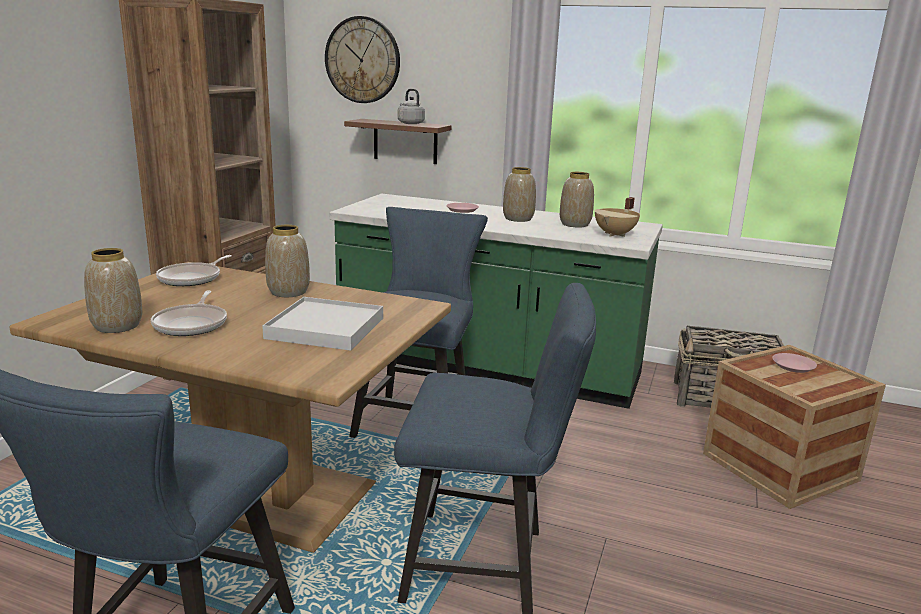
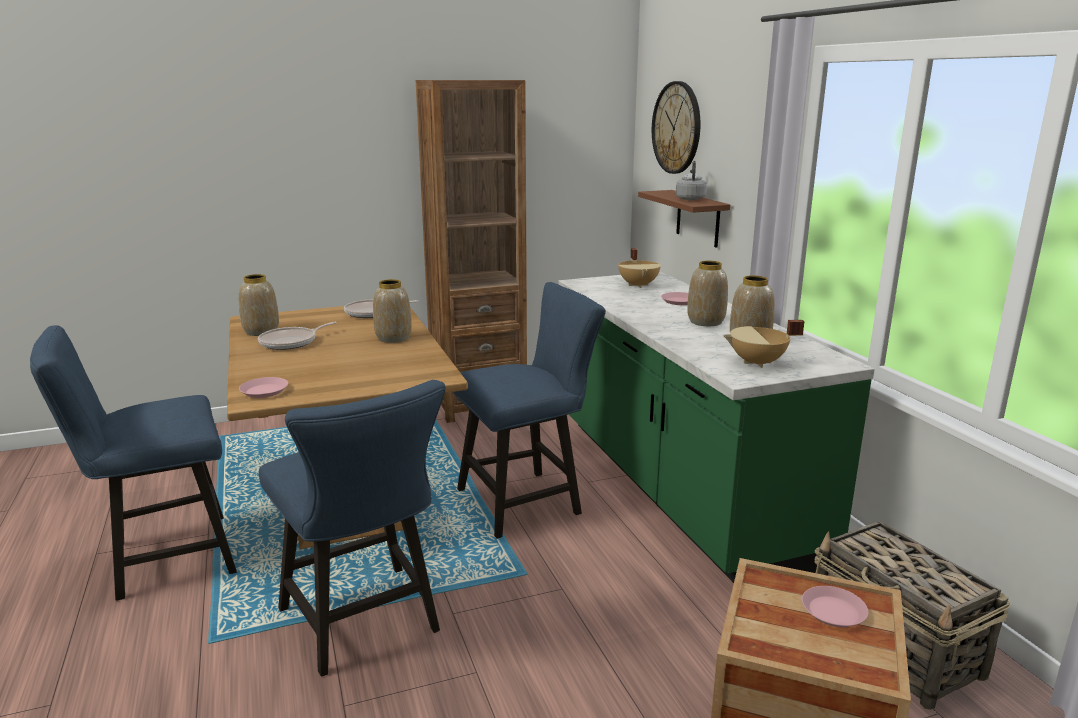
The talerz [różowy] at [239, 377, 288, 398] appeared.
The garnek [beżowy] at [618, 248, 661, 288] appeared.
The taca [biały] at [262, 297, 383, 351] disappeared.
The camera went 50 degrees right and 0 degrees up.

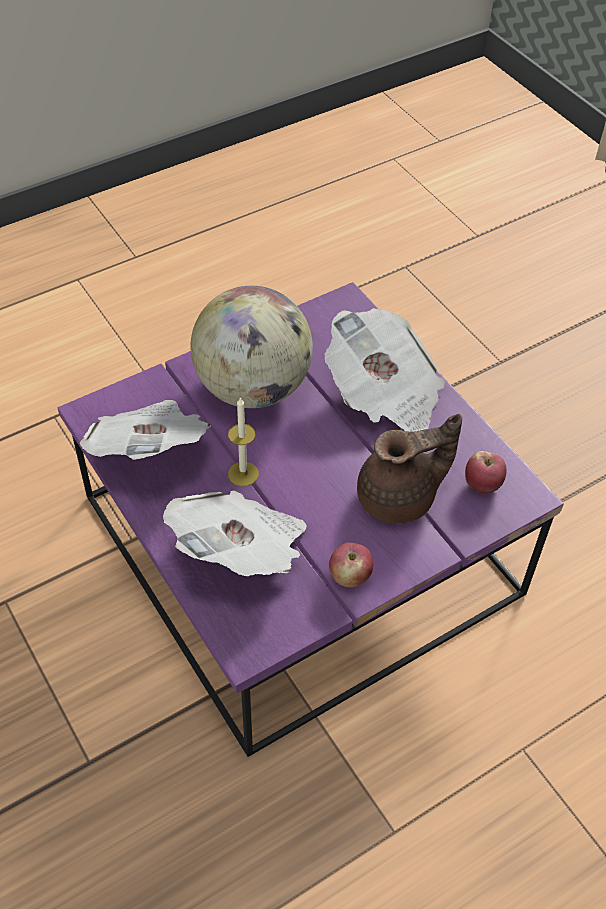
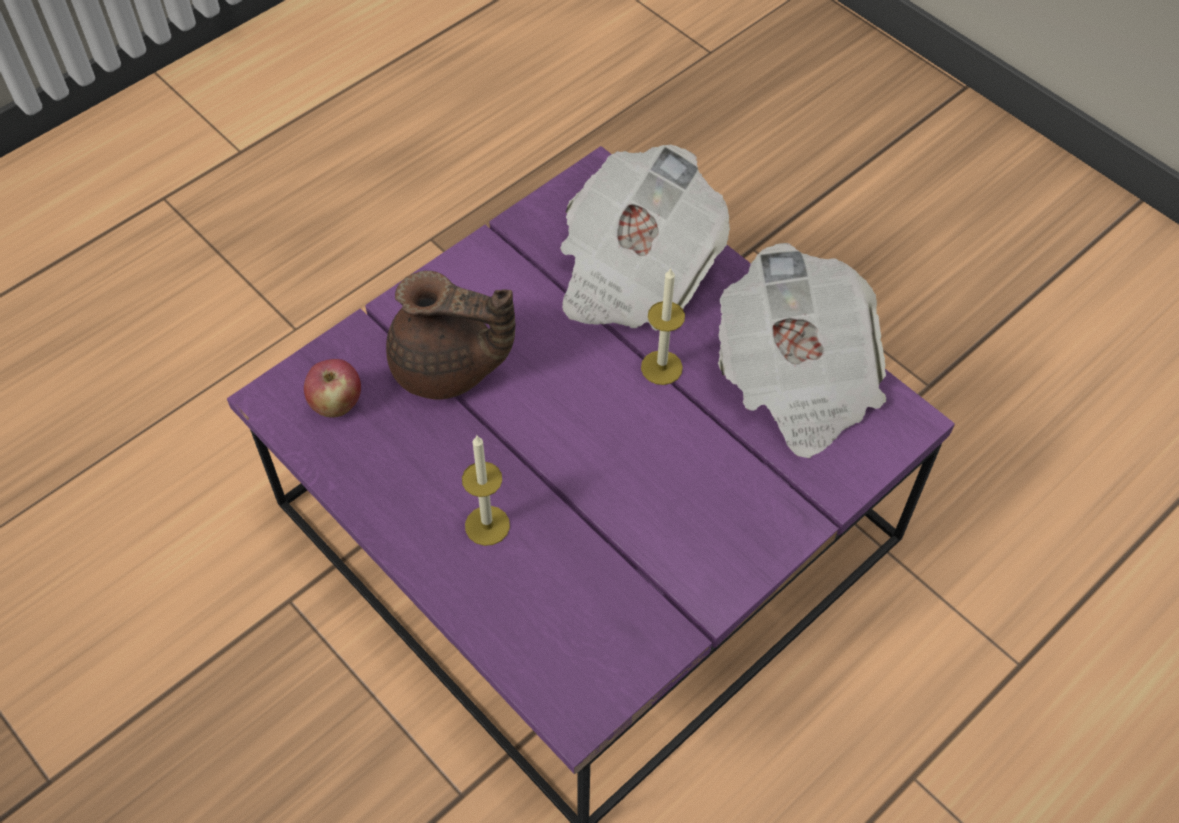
The imbryk [brązowy] at [357, 414, 462, 524] turned 135 degrees counterclockwise.
The gazeta at [324, 308, 445, 432] was replaced by the świeca at [462, 436, 510, 546].
The globus at [191, 286, 313, 408] disappeared.
The jabłko at [329, 542, 373, 587] disappeared.
The camera went 170 degrees right and 5 degrees up.

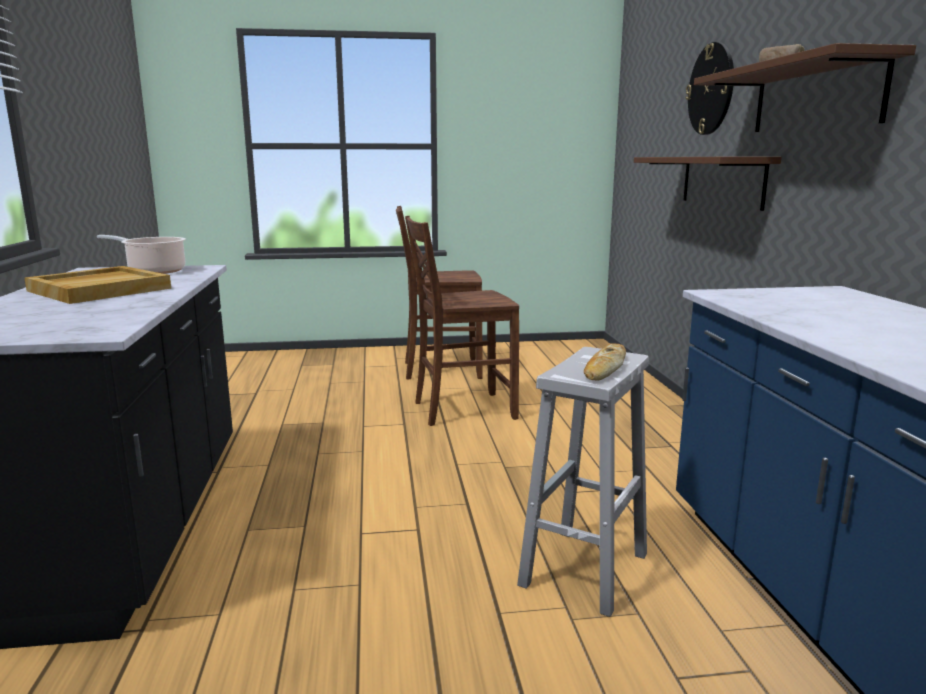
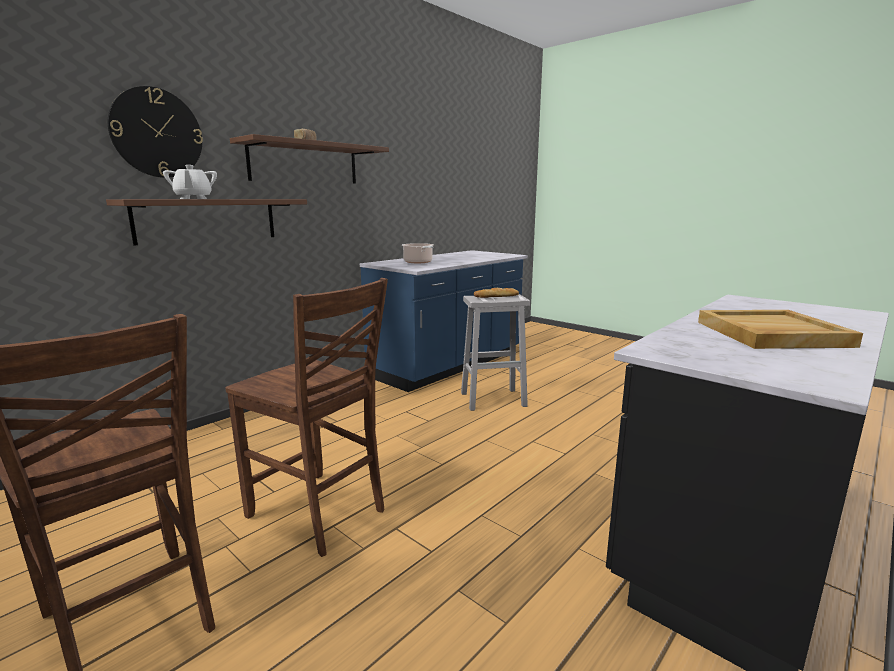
The imbryk [biały] at [163, 165, 217, 199] appeared.
The garnek moved from [97, 235, 186, 274] to [402, 243, 433, 263].
The camera went 130 degrees left and 0 degrees up.

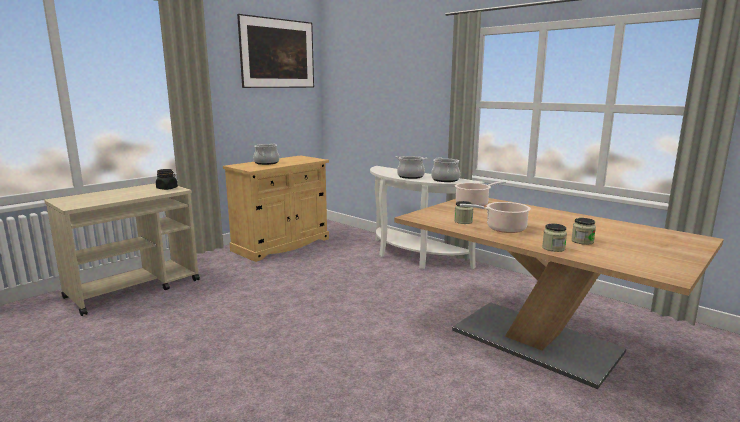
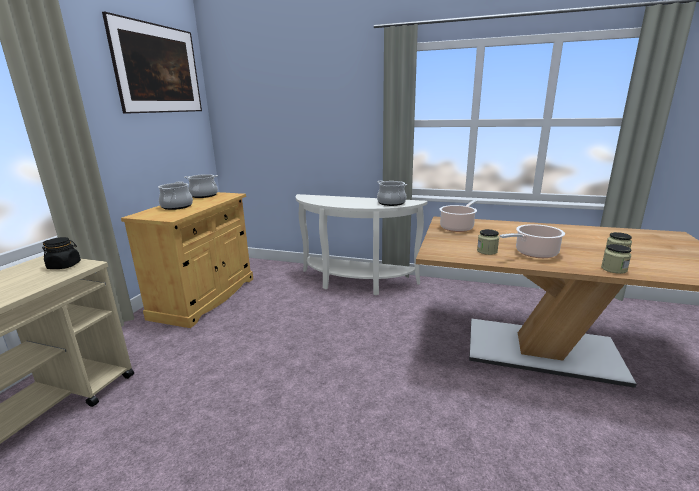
The garnek moved from [396, 156, 427, 179] to [184, 174, 218, 198].
The camera went 25 degrees left and 5 degrees up.

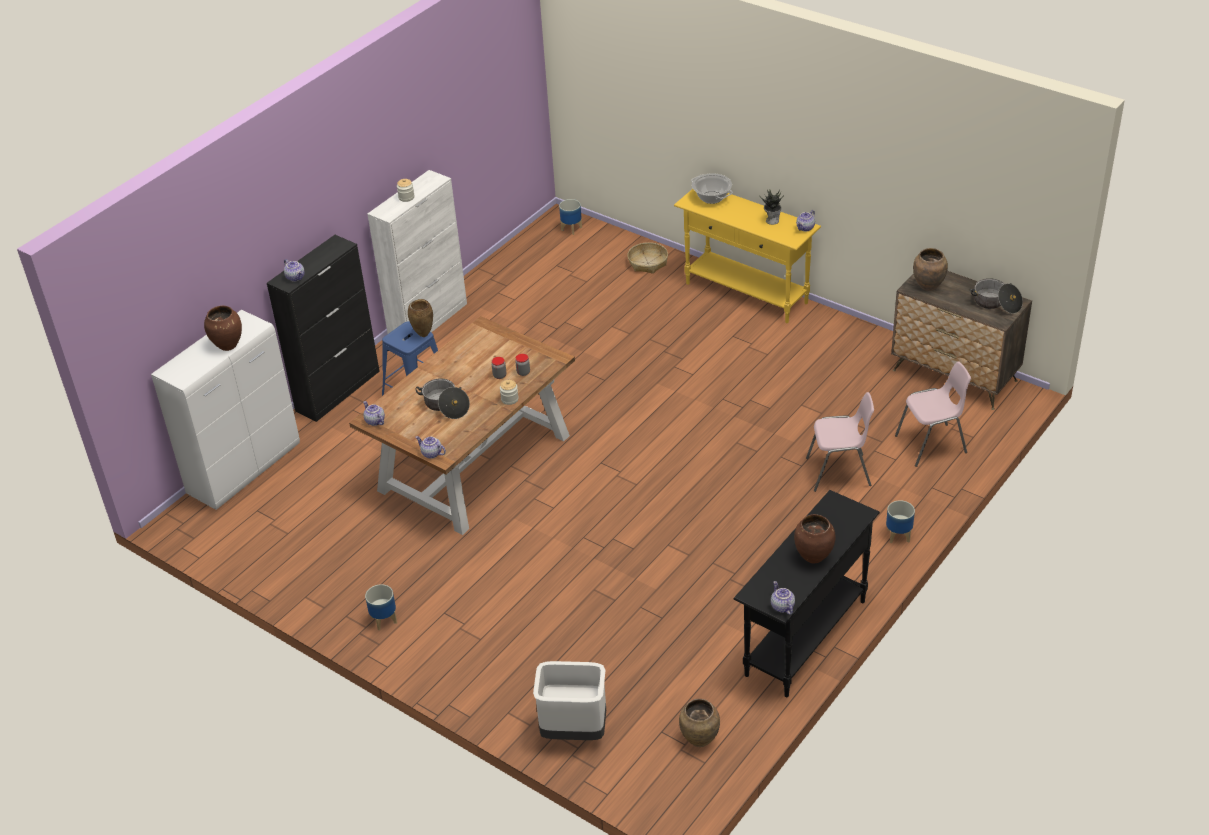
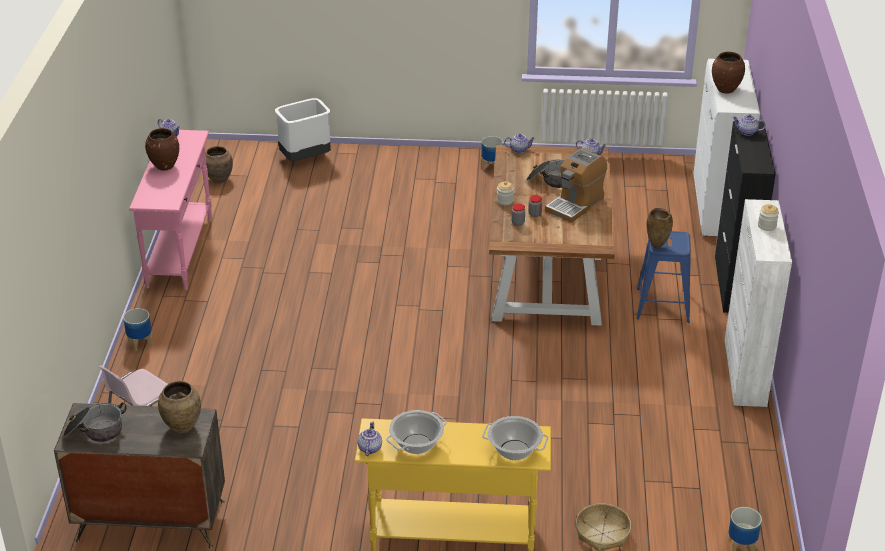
The stolik konsolowy [czarny] at [733, 490, 880, 697] became the stolik konsolowy [różowy] at [129, 130, 212, 290].
The roślina doniczkowa at [759, 190, 784, 225] was replaced by the garnek at [386, 410, 447, 454].
The ekspres do kawy at [545, 148, 607, 223] appeared.
The krzesło [różowy] at [806, 392, 874, 492] disappeared.
The camera went 145 degrees right and 5 degrees down.

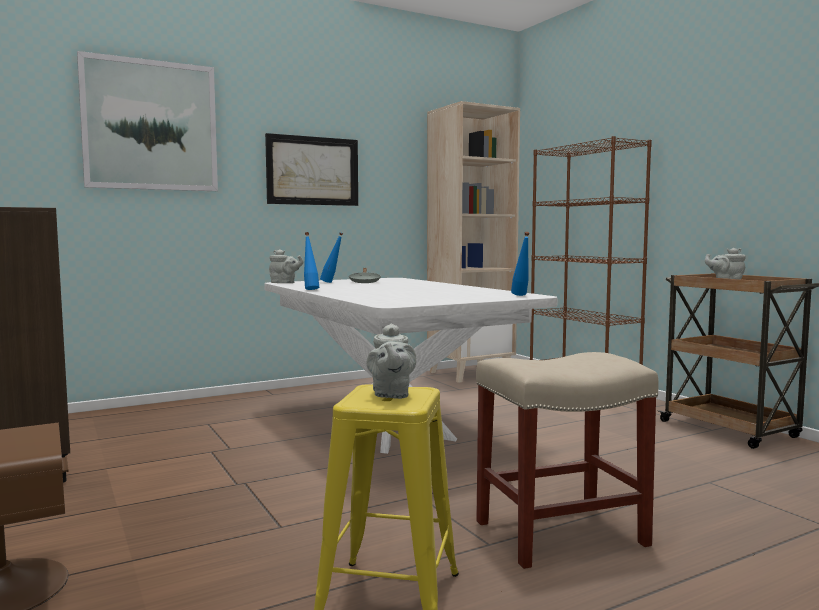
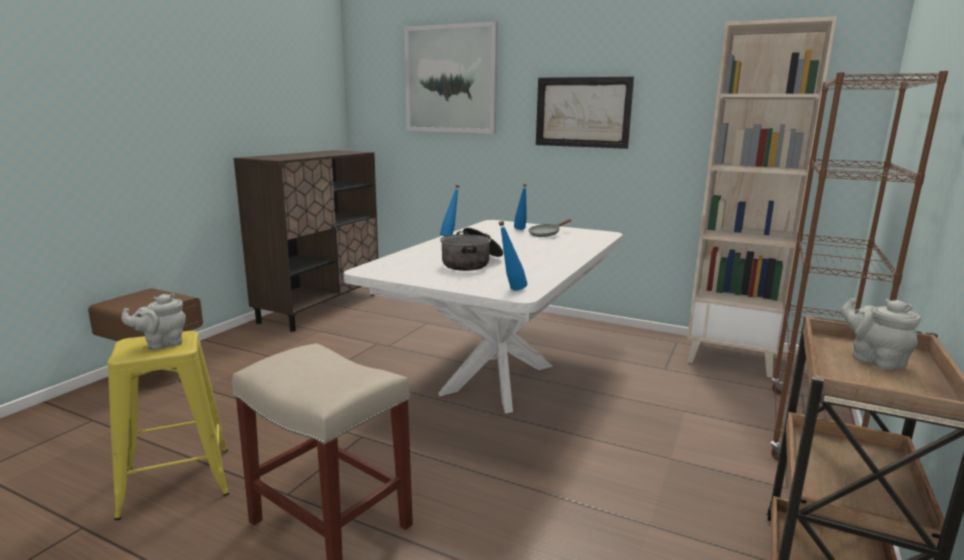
The garnek at [440, 228, 503, 271] appeared.
The imbryk [szary] at [269, 250, 304, 283] disappeared.
The camera went 55 degrees right and 10 degrees up.

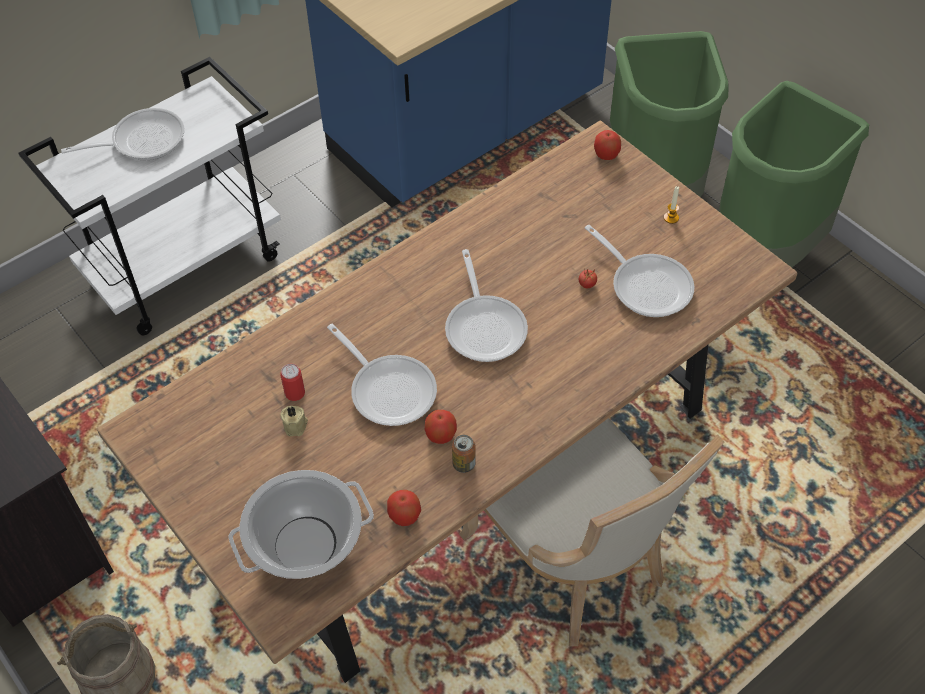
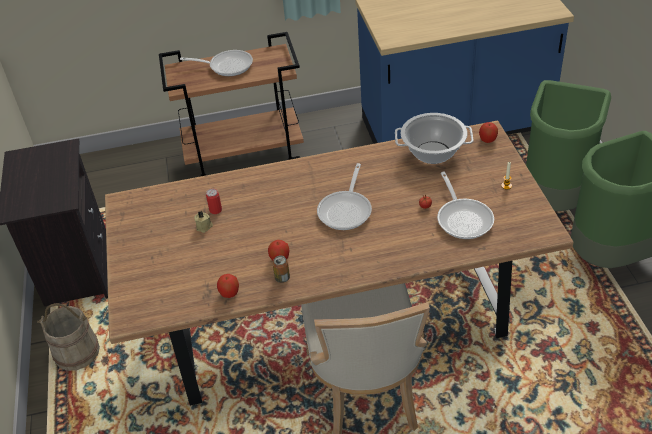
The wózek [biały] at [19, 57, 281, 335] became the wózek [brązowy] at [159, 32, 304, 176].
The garnek moved from [228, 470, 374, 579] to [395, 113, 474, 164].
The patelnia at [327, 324, 437, 426] disappeared.
The camera went 30 degrees right and 10 degrees down.

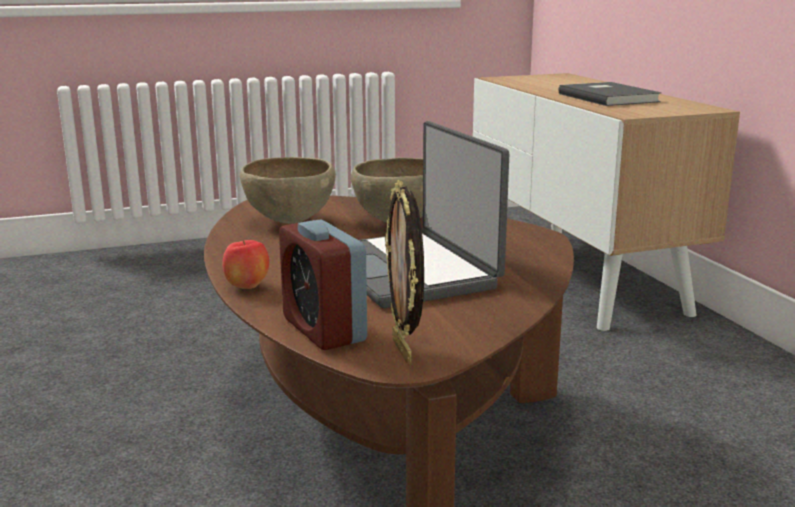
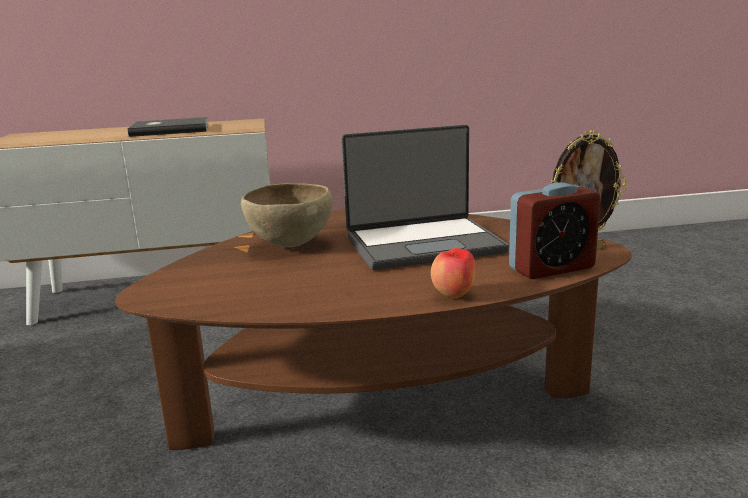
The miska [brązowy] at [240, 157, 336, 224] disappeared.
The camera went 80 degrees left and 0 degrees up.

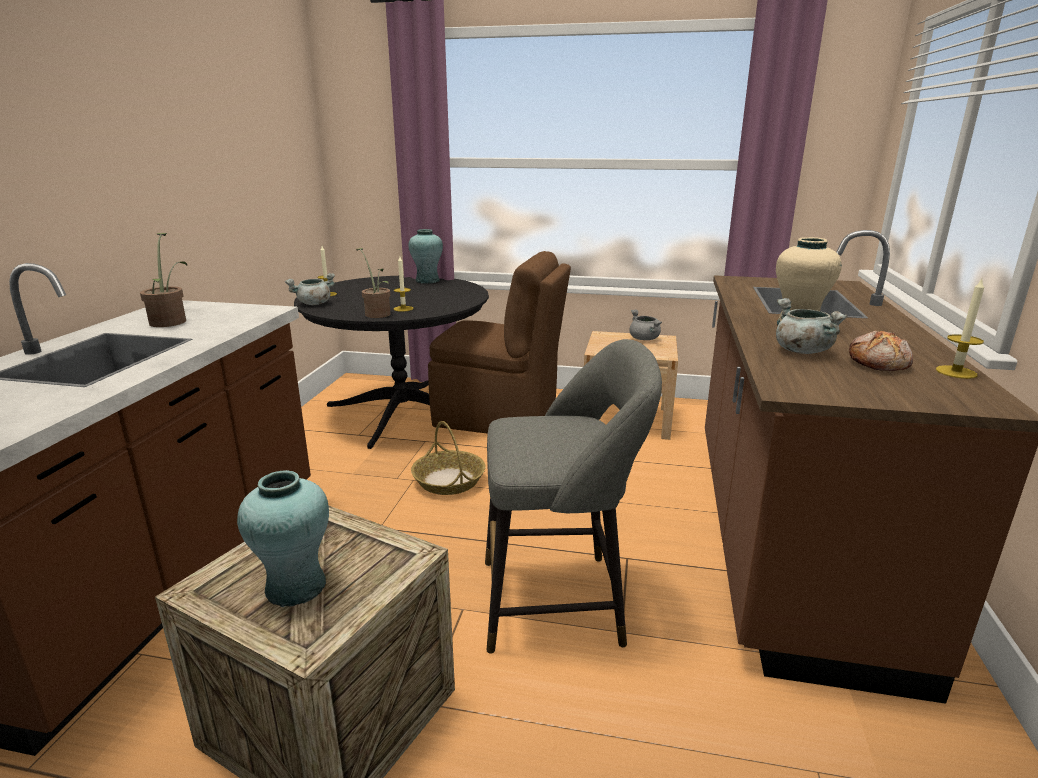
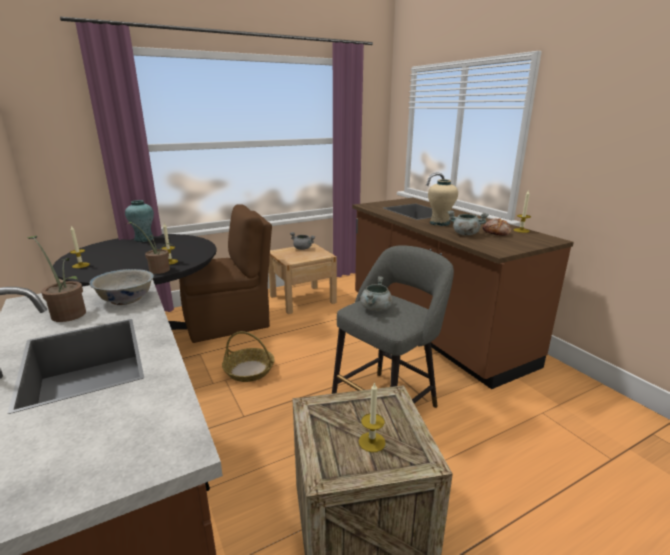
The miska [biały] at [89, 269, 154, 305] appeared.
The wazon [turkusowy] at [237, 470, 329, 607] was replaced by the świeca at [359, 382, 386, 452].
The garnek [szary] moved from [285, 273, 335, 305] to [360, 276, 392, 311].
The camera went 40 degrees left and 0 degrees up.

